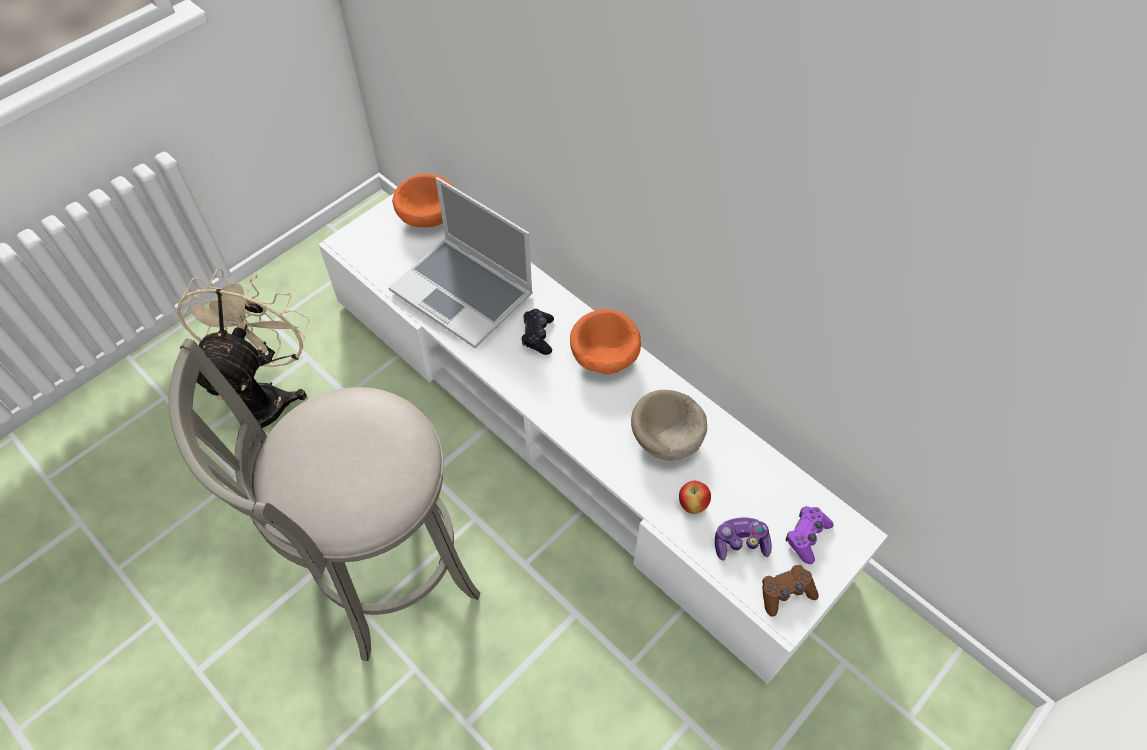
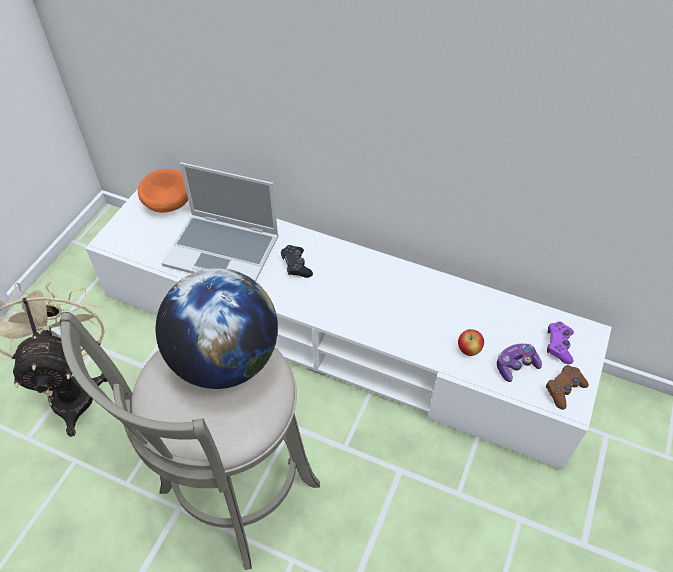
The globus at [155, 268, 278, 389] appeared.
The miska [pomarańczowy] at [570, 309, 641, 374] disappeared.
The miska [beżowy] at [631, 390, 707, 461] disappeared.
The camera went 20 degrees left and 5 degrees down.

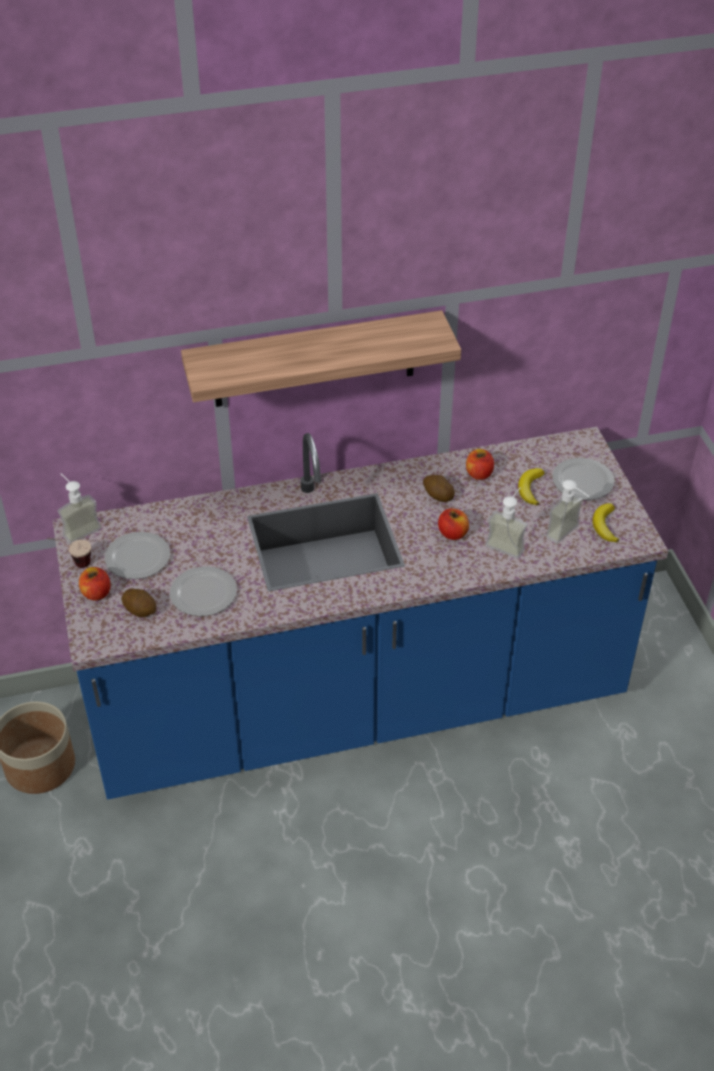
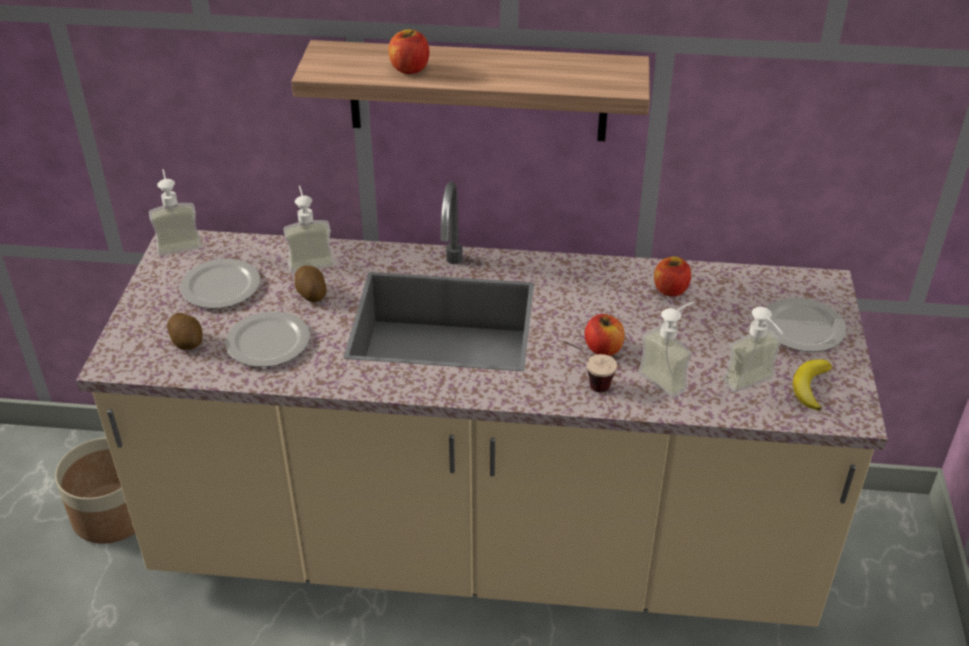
The zabudowa kuchenna [niebieski] at [53, 427, 668, 800] became the zabudowa kuchenna [beżowy] at [76, 181, 888, 627].
The dozownik mydła at [284, 185, 334, 273] appeared.
The ziemniak moved from [423, 475, 455, 502] to [295, 266, 327, 302].
The jabłko moved from [79, 567, 110, 601] to [389, 29, 429, 74].
The filiżanka moved from [47, 538, 91, 568] to [564, 341, 617, 392].
The banan at [518, 468, 544, 505] disappeared.
The camera went 20 degrees right and 5 degrees down.

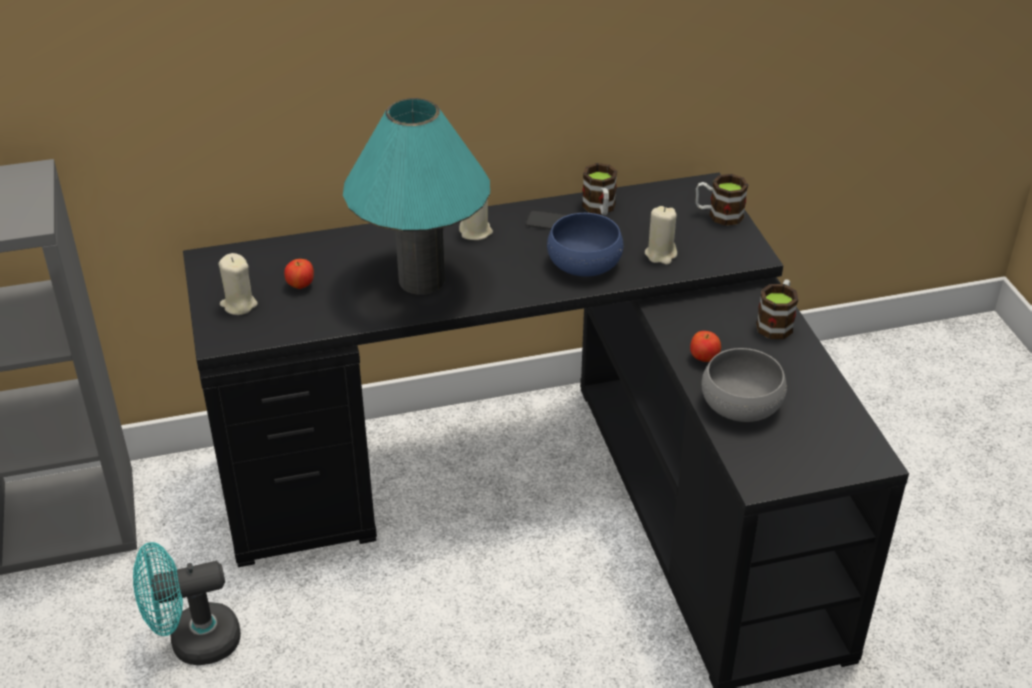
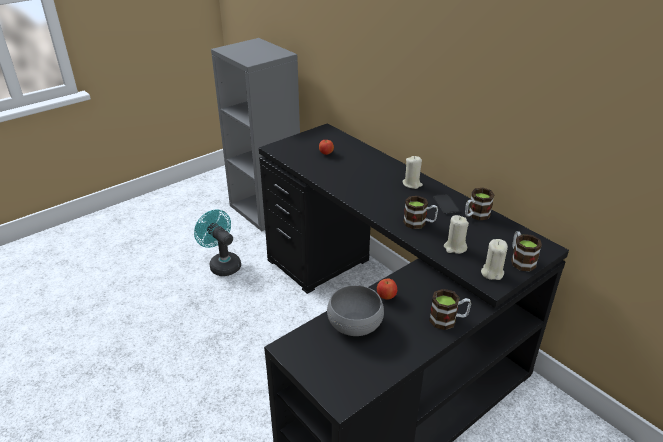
The miska [niebieski] at [547, 213, 623, 277] was replaced by the kubek at [403, 196, 438, 229].
The świeca [beżowy] moved from [219, 253, 258, 315] to [481, 239, 508, 280].
The lampa stołowa [turkusowy] at [343, 98, 490, 295] disappeared.
The camera went 65 degrees right and 5 degrees down.

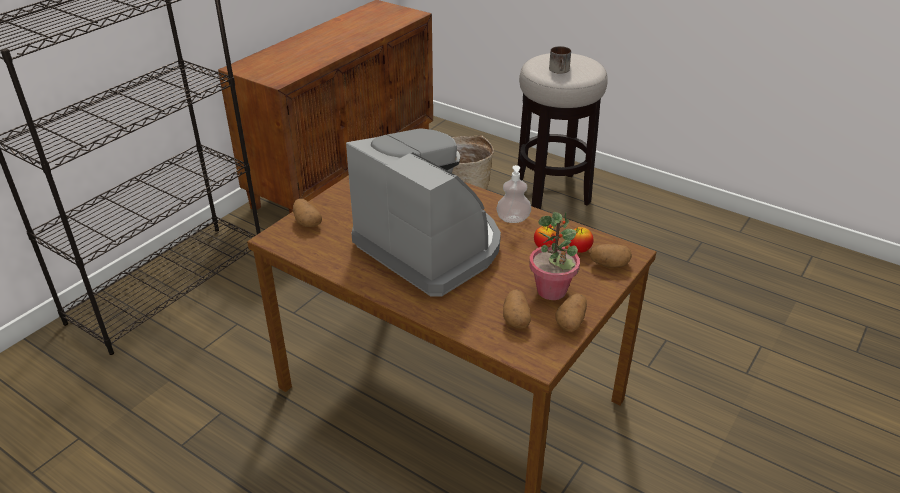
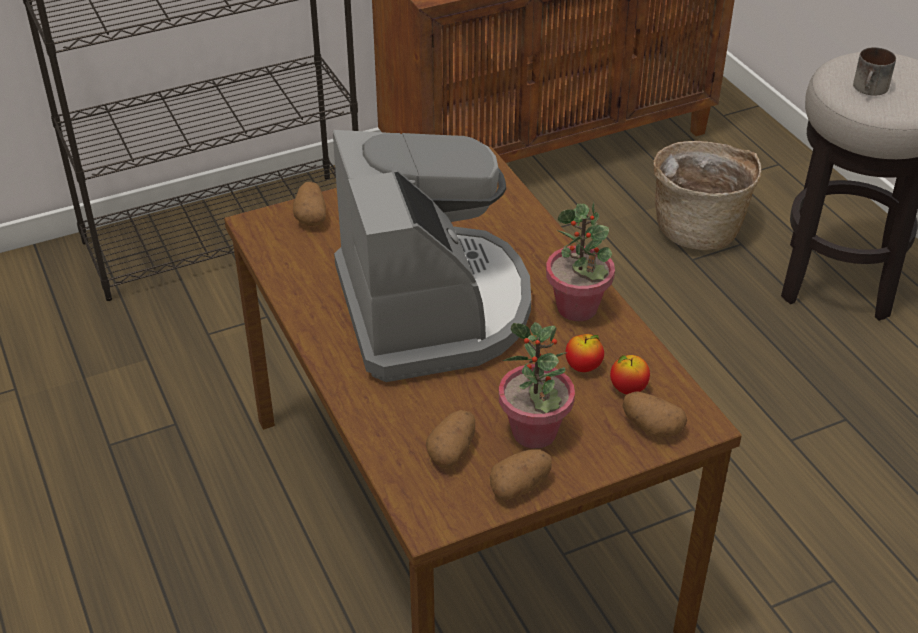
The dozownik mydła at [496, 165, 531, 223] was replaced by the roślina doniczkowa at [546, 202, 615, 321].
The camera went 30 degrees right and 5 degrees up.

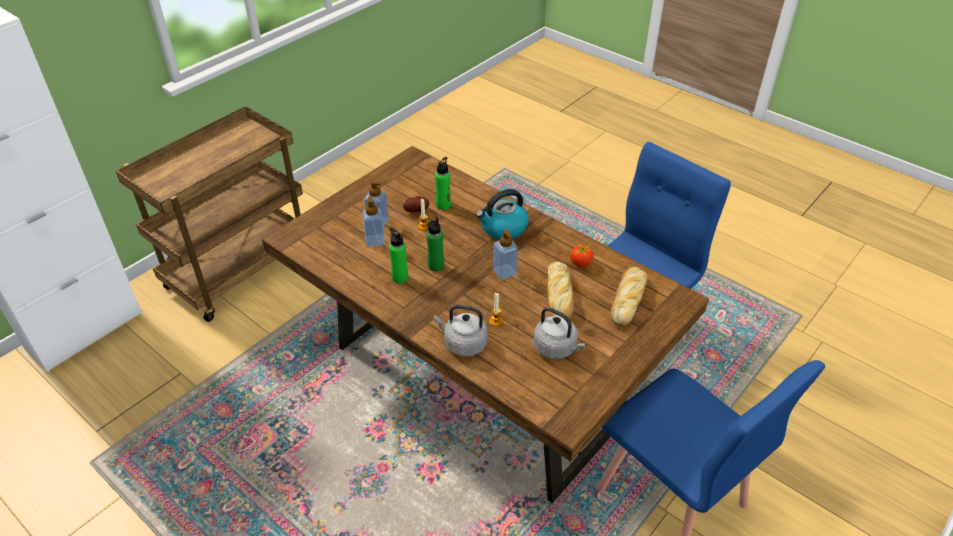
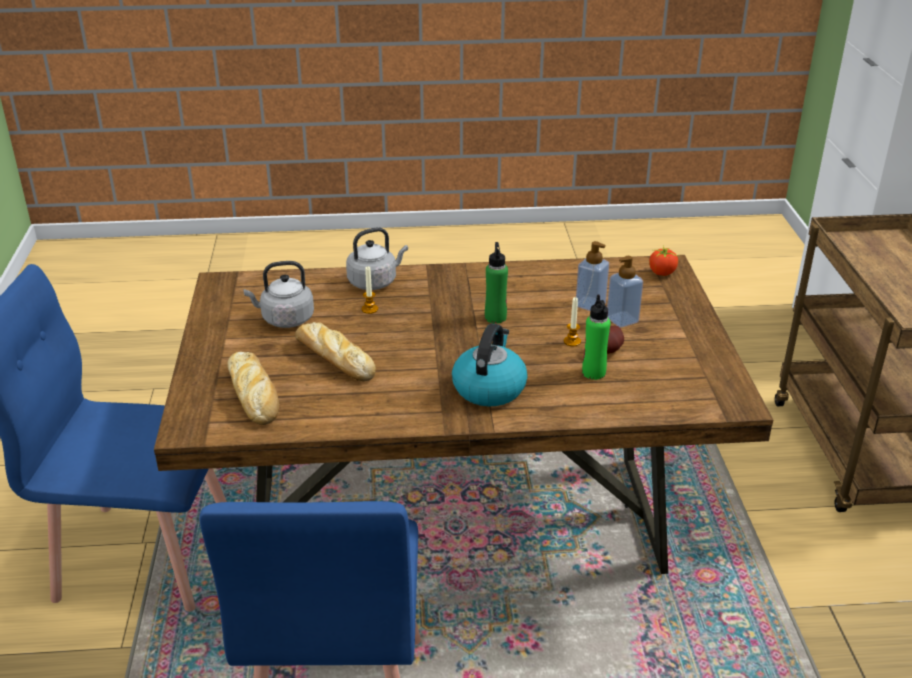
The pomidor moved from [570, 243, 596, 267] to [649, 247, 678, 276].
The butelka [zielony] at [389, 228, 408, 284] disappeared.
The dozownik mydła at [493, 230, 518, 280] disappeared.
The camera went 135 degrees right and 10 degrees down.

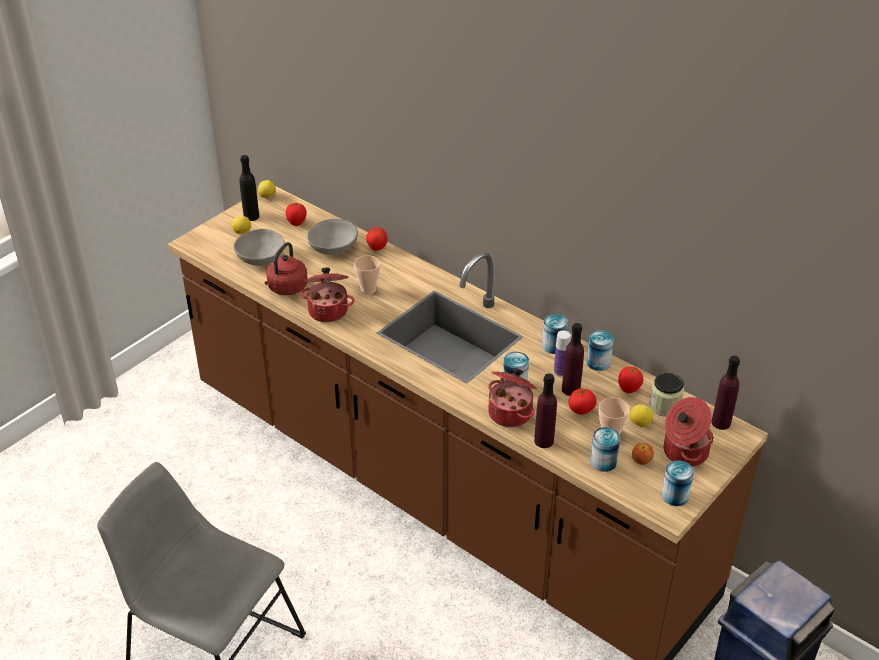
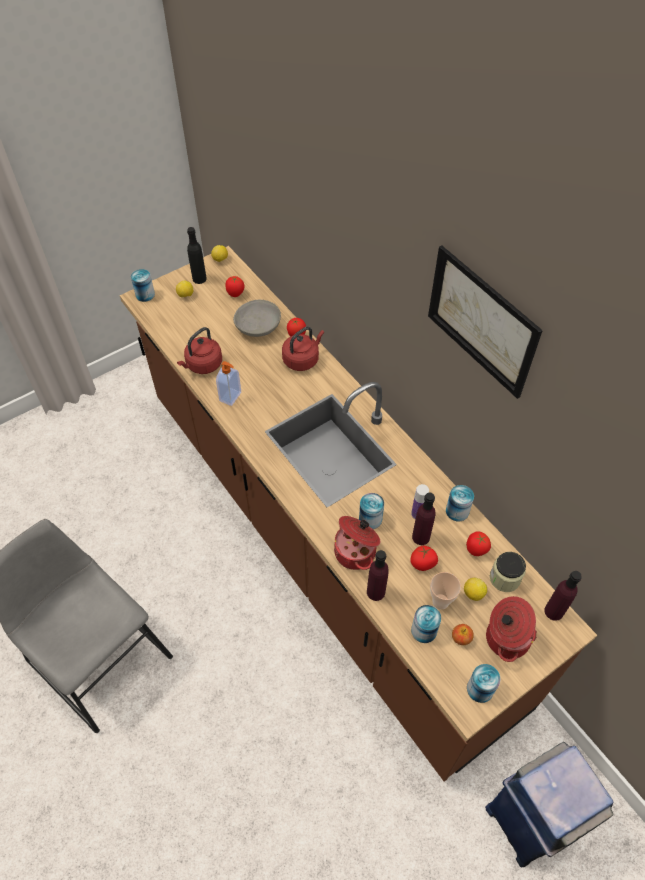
The puszka moved from [542, 314, 568, 354] to [131, 269, 155, 302].
The garnek at [300, 267, 355, 322] was replaced by the dozownik mydła at [216, 361, 241, 406].
The czajnik [czerwony] at [282, 326, 324, 371] appeared.
The obraz at [428, 245, 543, 399] appeared.
The miska [szary] at [234, 229, 285, 266] disappeared.
The filiżanka at [354, 255, 380, 295] disappeared.
The camera went 15 degrees right and 15 degrees up.

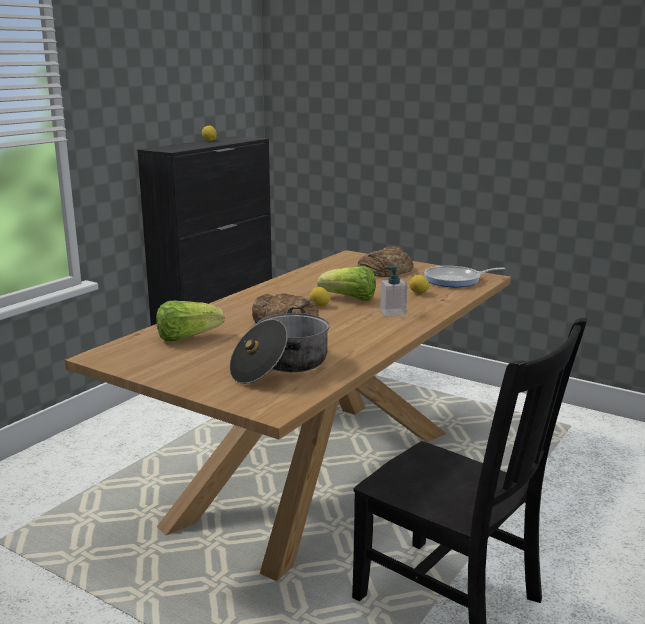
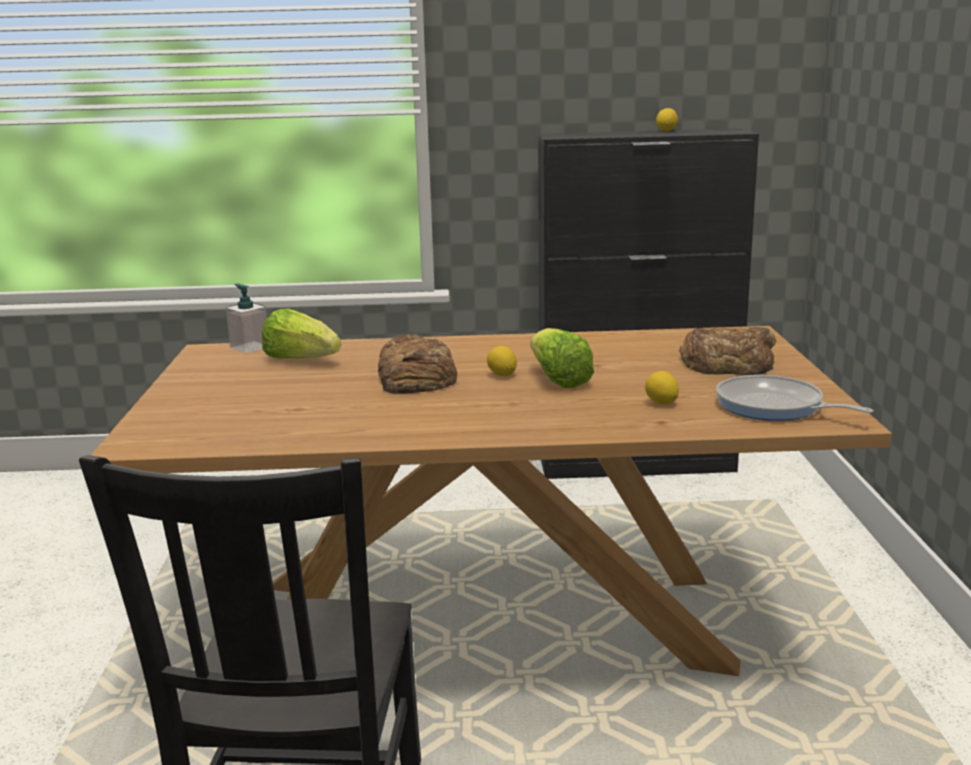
The dozownik mydła moved from [380, 266, 407, 317] to [226, 284, 267, 353].
The garnek at [229, 307, 330, 384] disappeared.
The camera went 55 degrees right and 0 degrees up.

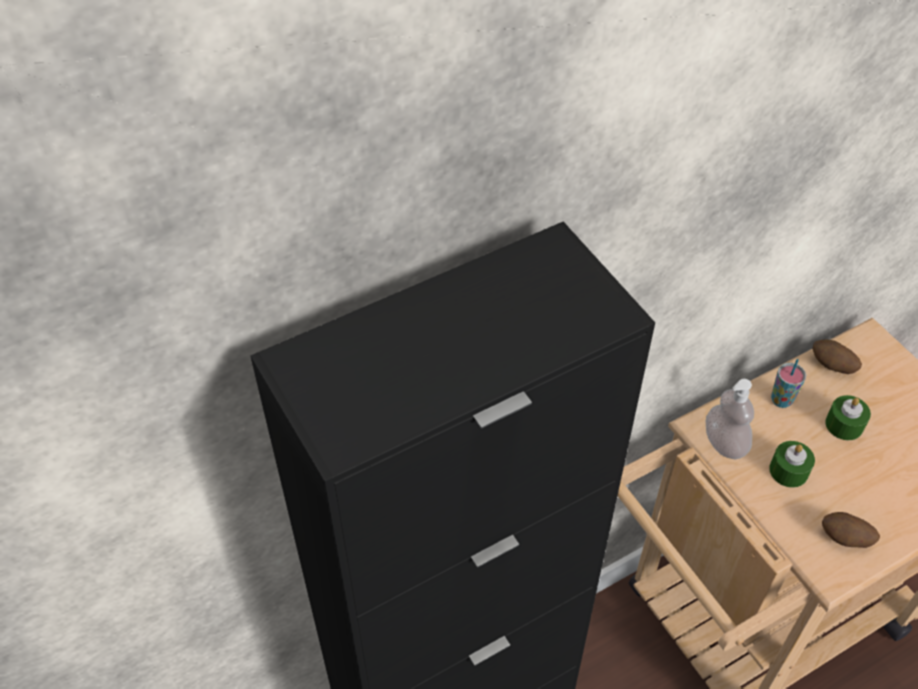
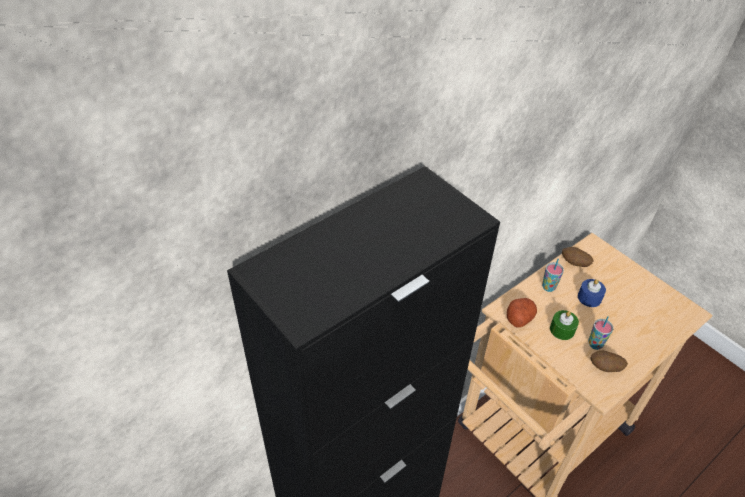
The dozownik mydła at [706, 379, 754, 460] was replaced by the ziemniak at [507, 298, 537, 327].
The świeca [zielony] at [825, 395, 871, 440] became the świeca [niebieski] at [578, 279, 606, 307].
The filiżanka at [588, 316, 613, 350] appeared.
The camera went 10 degrees left and 5 degrees down.

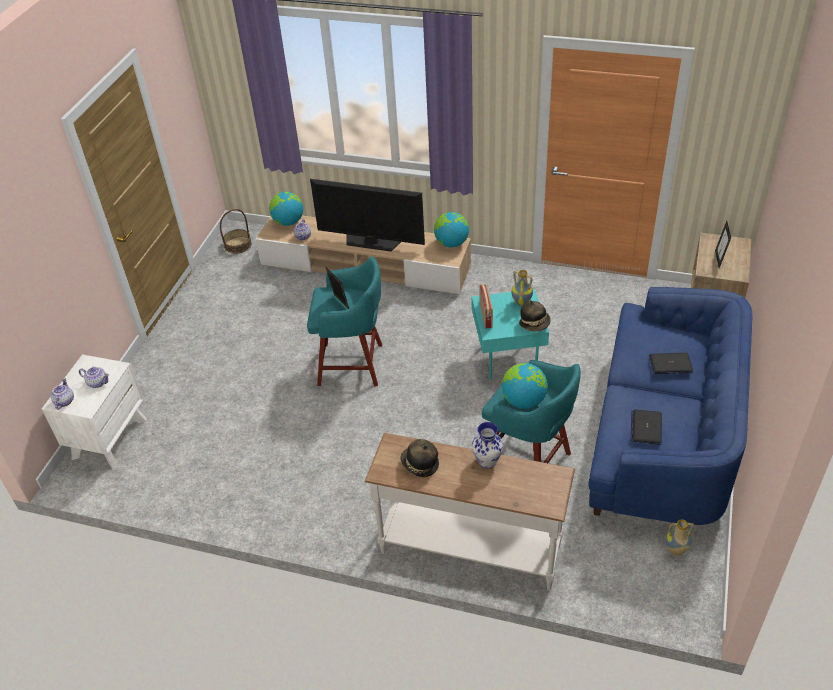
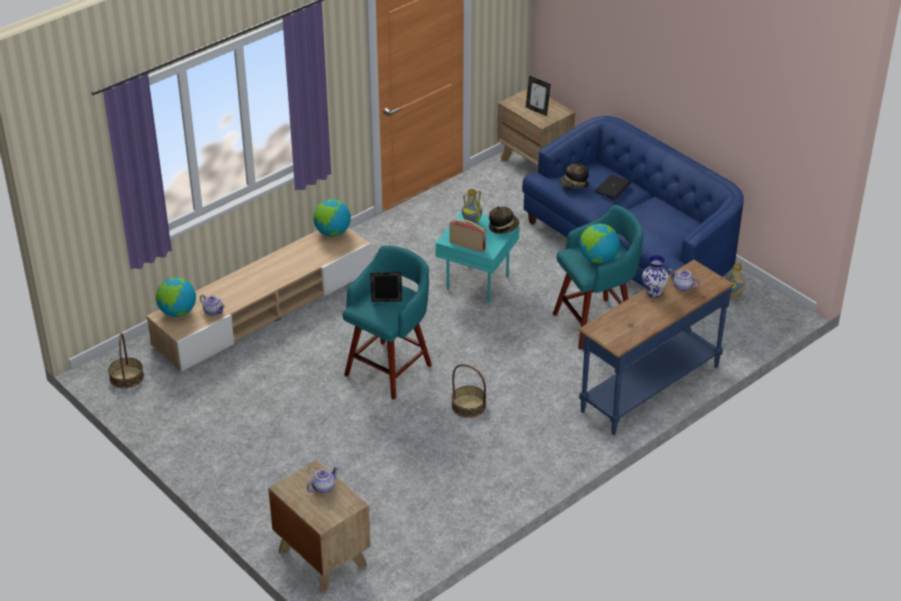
The szafka nocna [biały] at [42, 354, 147, 469] became the szafka nocna [brązowy] at [268, 460, 371, 593].
The koszyk at [452, 364, 486, 418] appeared.
The kapelusz moved from [400, 439, 439, 477] to [560, 162, 589, 188].
The stolik konsolowy [biały] at [364, 433, 575, 590] became the stolik konsolowy [niebieski] at [578, 260, 735, 435].
The imbryk moved from [50, 378, 74, 410] to [669, 269, 700, 291].
The telewizor at [310, 179, 425, 252] disappeared.
The laptop at [631, 410, 662, 445] disappeared.
The camera went 60 degrees left and 5 degrees down.

